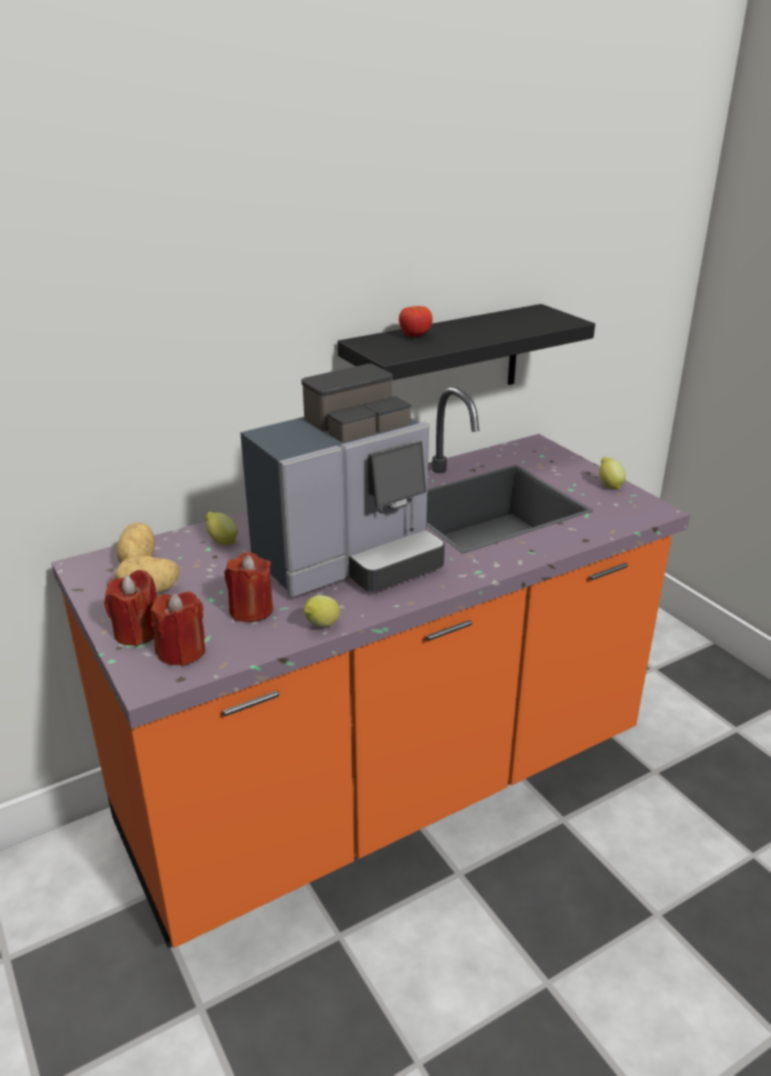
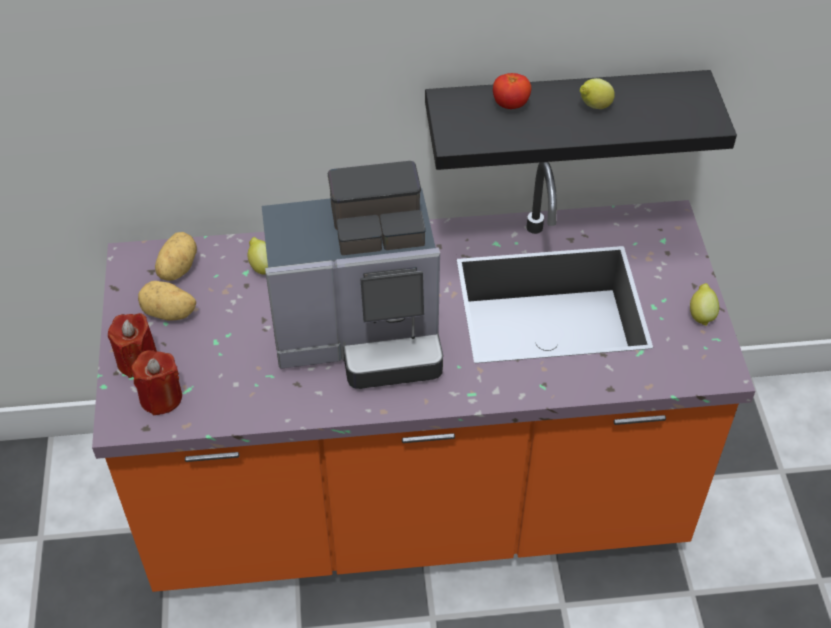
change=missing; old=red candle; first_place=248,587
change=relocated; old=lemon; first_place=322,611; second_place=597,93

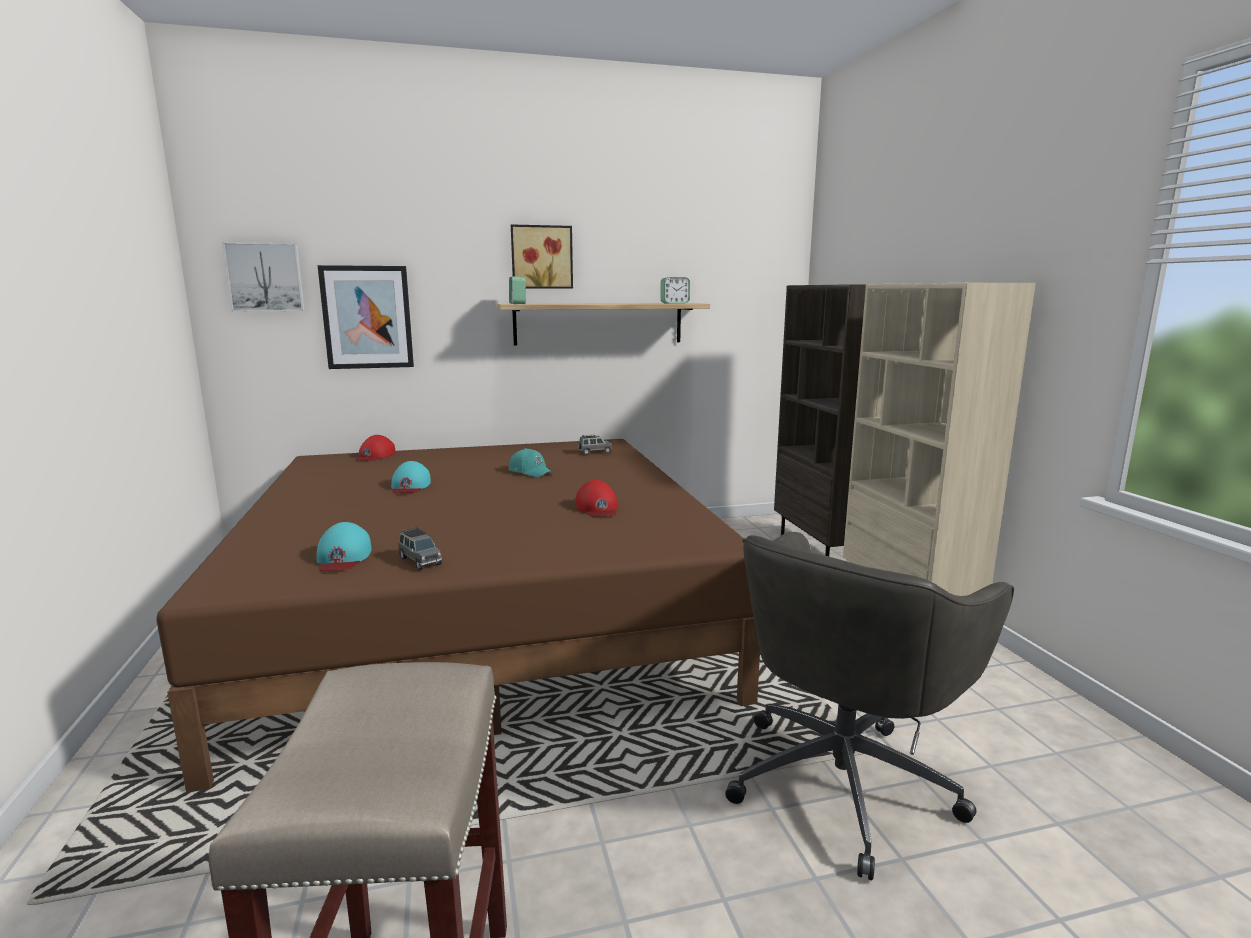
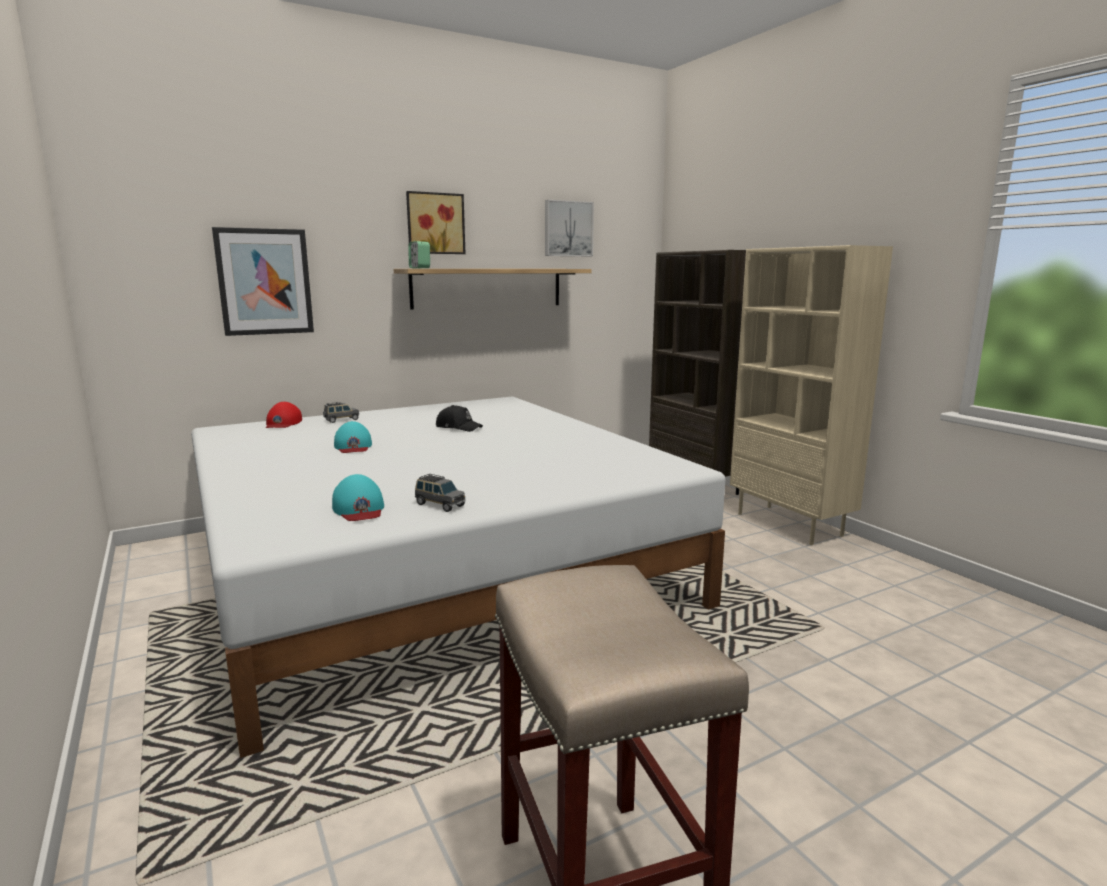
change=colour; old=brown bed; new=white bed; first_place=458,616; second_place=458,577
change=relocated; old=picture; first_place=263,276; second_place=569,228
change=colour; old=turquoise cap; new=black cap; first_place=531,463; second_place=459,418
change=missing; old=red cap; first_place=597,498
change=relocated; old=grey toy car; first_place=595,445; second_place=341,412
change=missing; old=alarm clock; first_place=675,290
change=missing; old=grey office chair; first_place=869,706

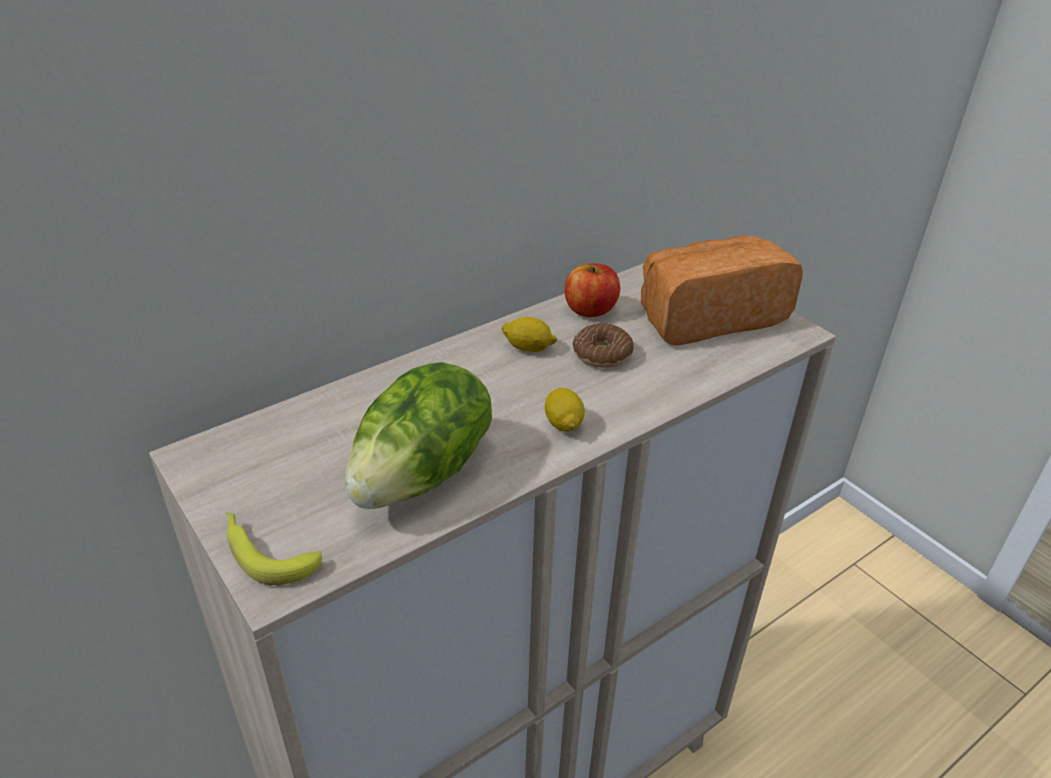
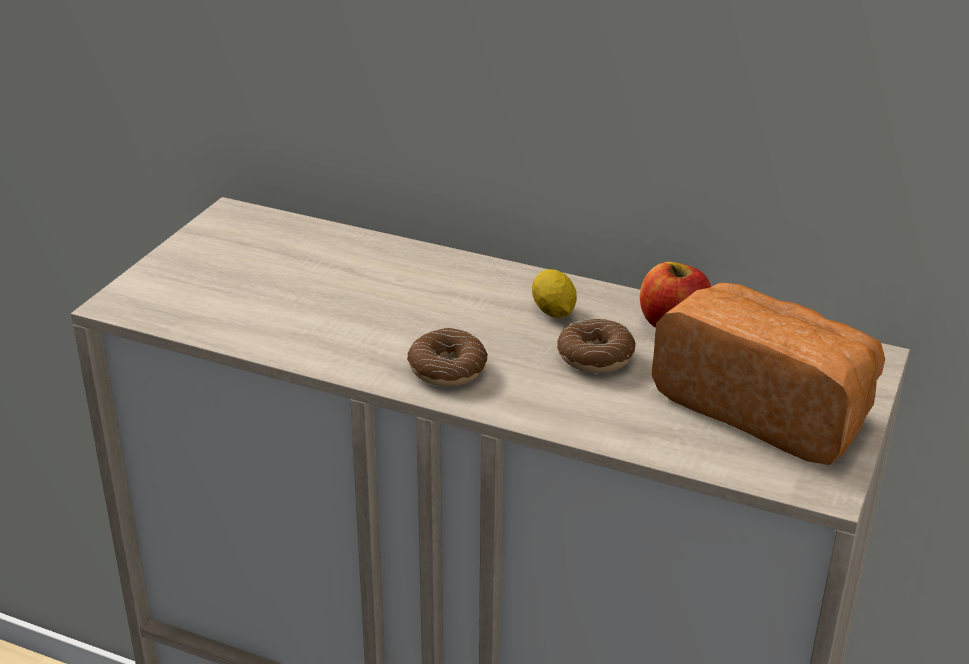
change=missing; old=banana; first_place=274,548
change=missing; old=lettuce; first_place=418,435
change=exchanged; old=lemon; new=donut; first_place=565,409; second_place=447,357

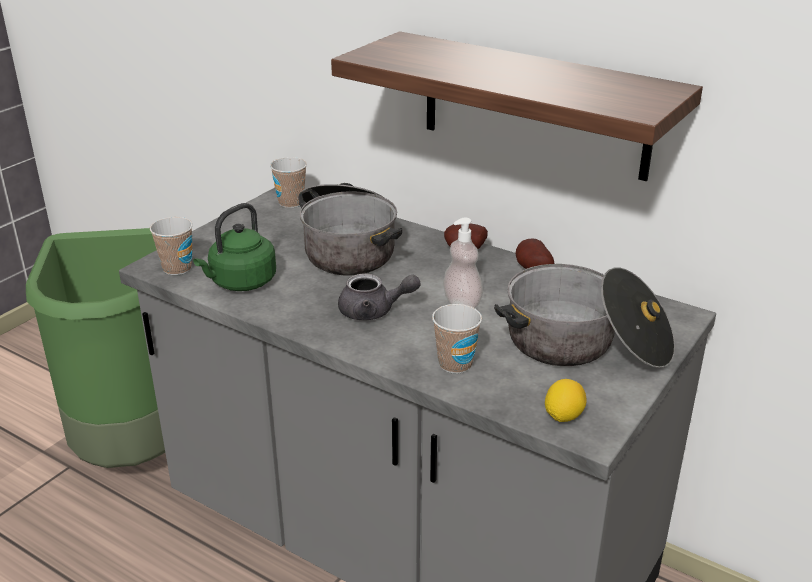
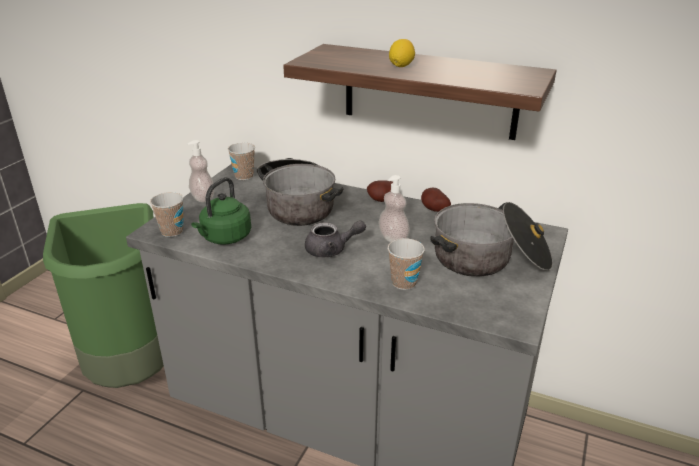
change=relocated; old=lemon; first_place=565,400; second_place=402,53
change=appeared; new=soap dispenser; second_place=201,171

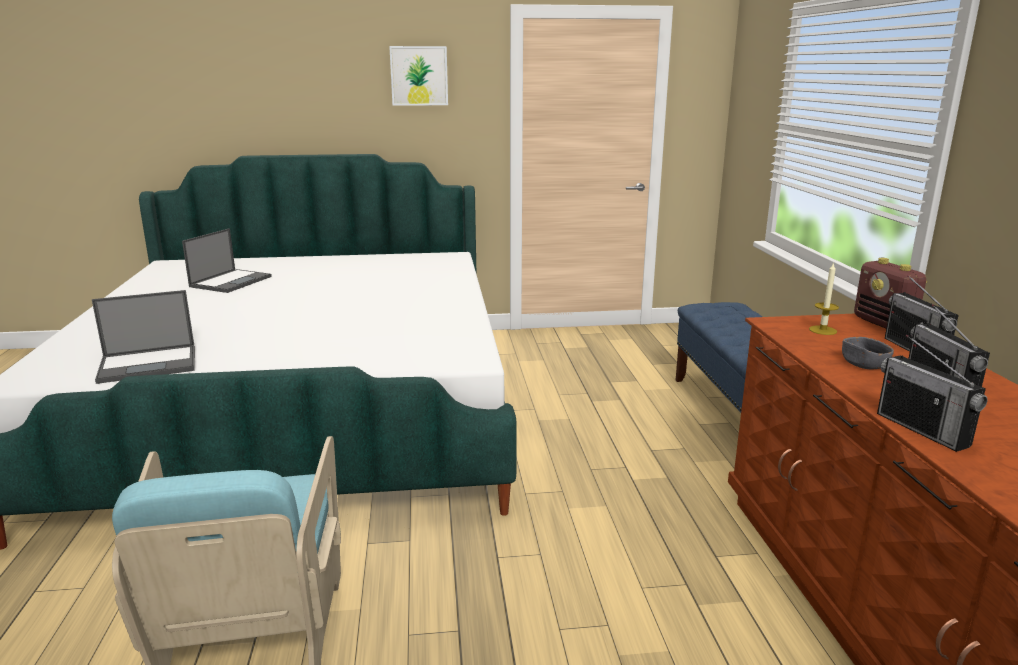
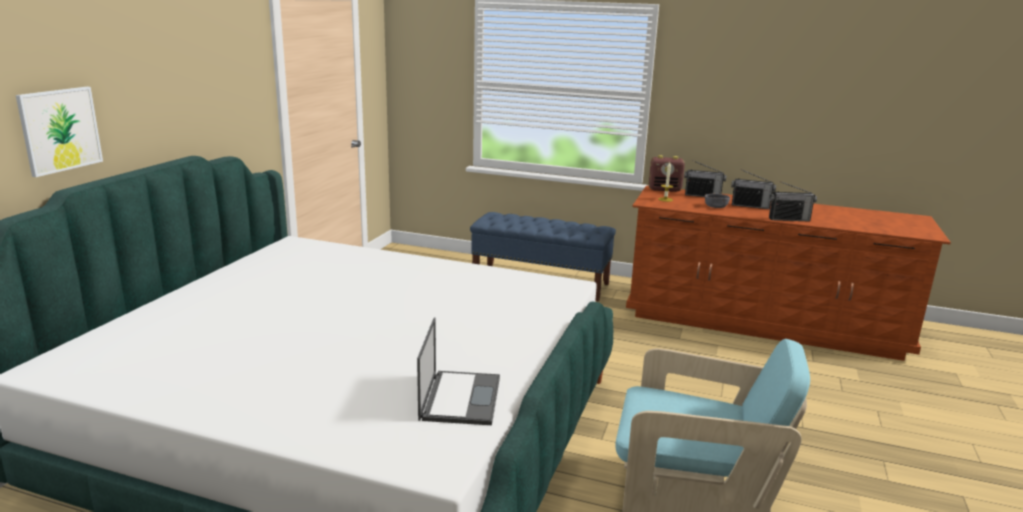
change=missing; old=laptop; first_place=227,260
change=relocated; old=picture; first_place=418,76; second_place=59,132

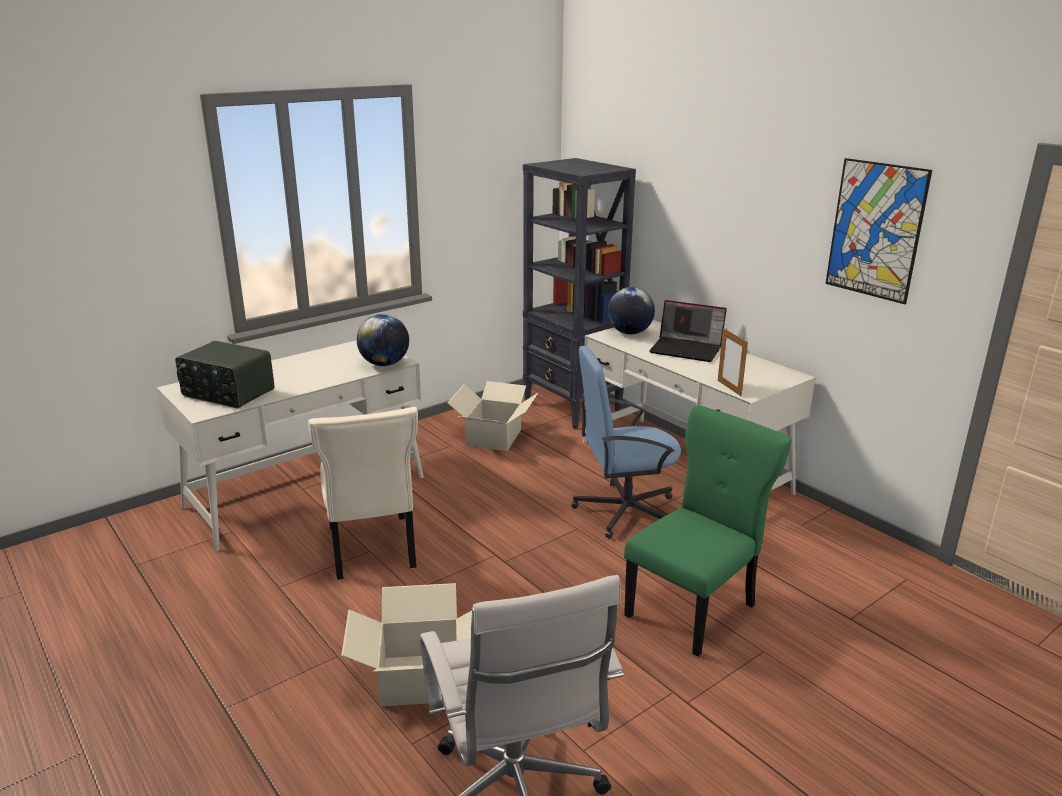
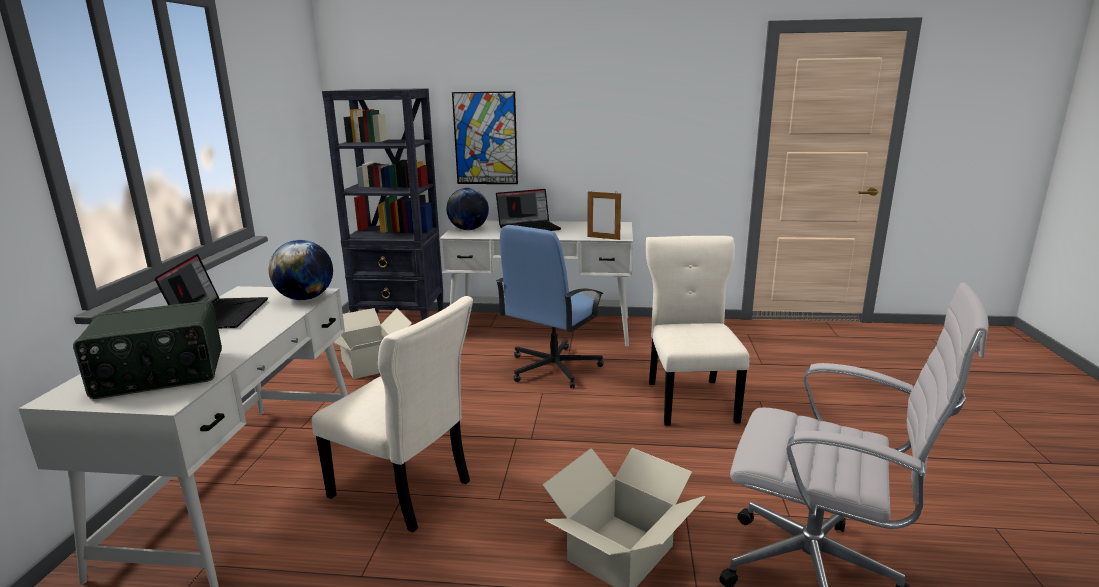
change=colour; old=green chair; new=beige chair; first_place=708,531; second_place=698,331
change=relocated; old=picture; first_place=878,231; second_place=485,137
change=appeared; new=laptop; second_place=211,291

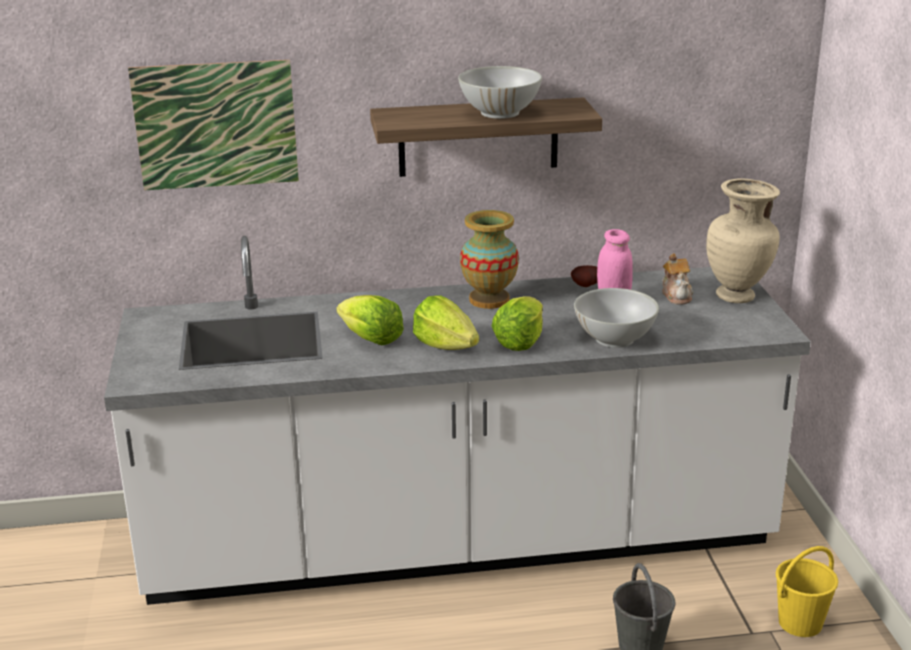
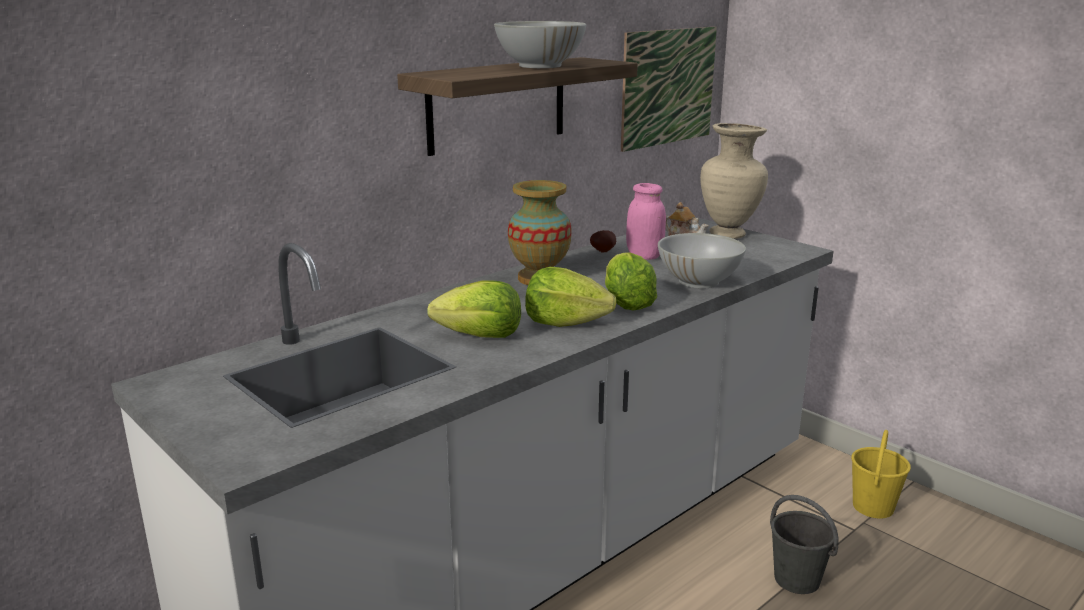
change=relocated; old=picture; first_place=213,125; second_place=669,89

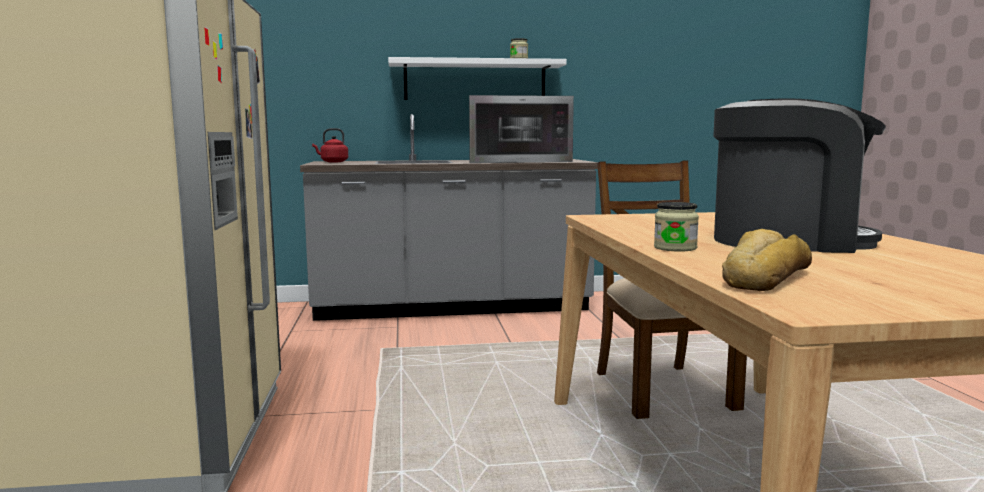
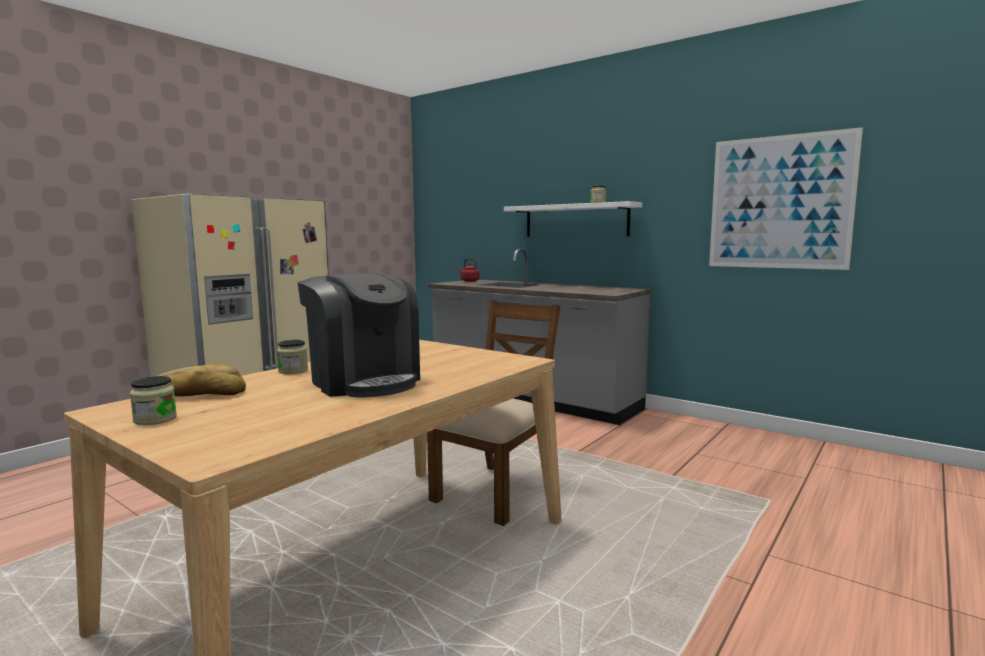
change=missing; old=microwave; first_place=521,129
change=appeared; new=jar; second_place=153,400
change=appeared; new=picture; second_place=786,198

